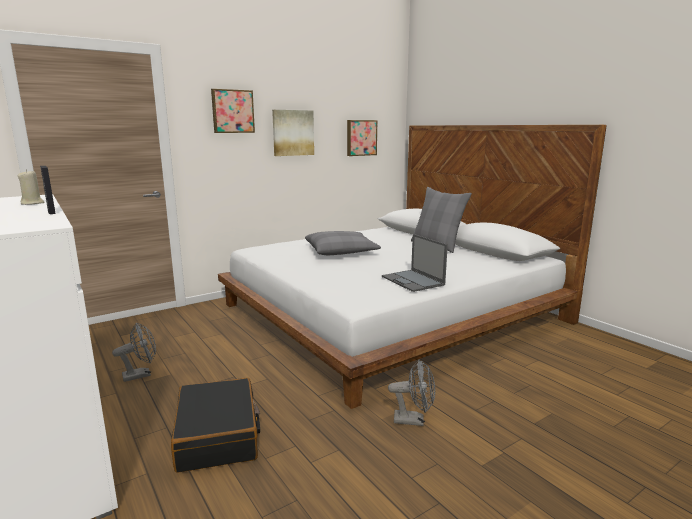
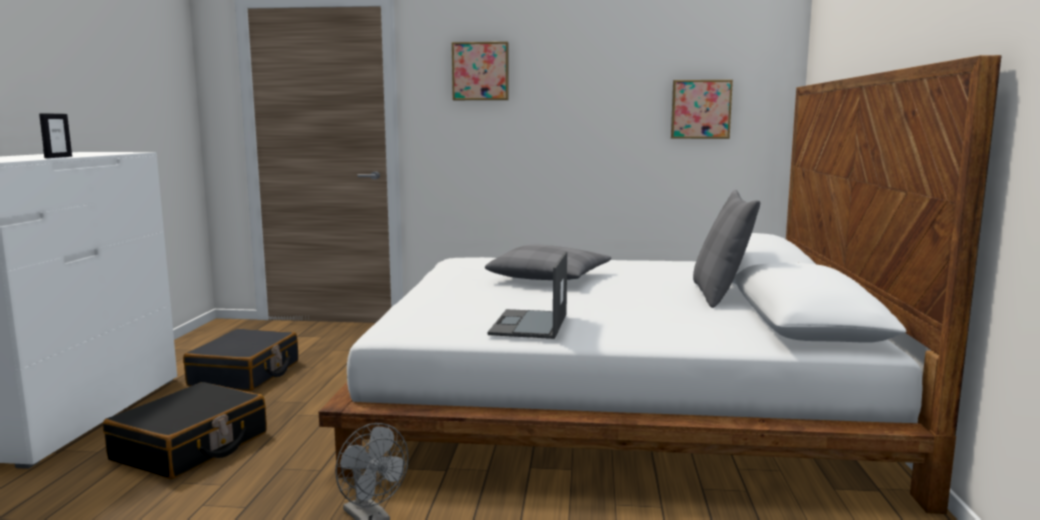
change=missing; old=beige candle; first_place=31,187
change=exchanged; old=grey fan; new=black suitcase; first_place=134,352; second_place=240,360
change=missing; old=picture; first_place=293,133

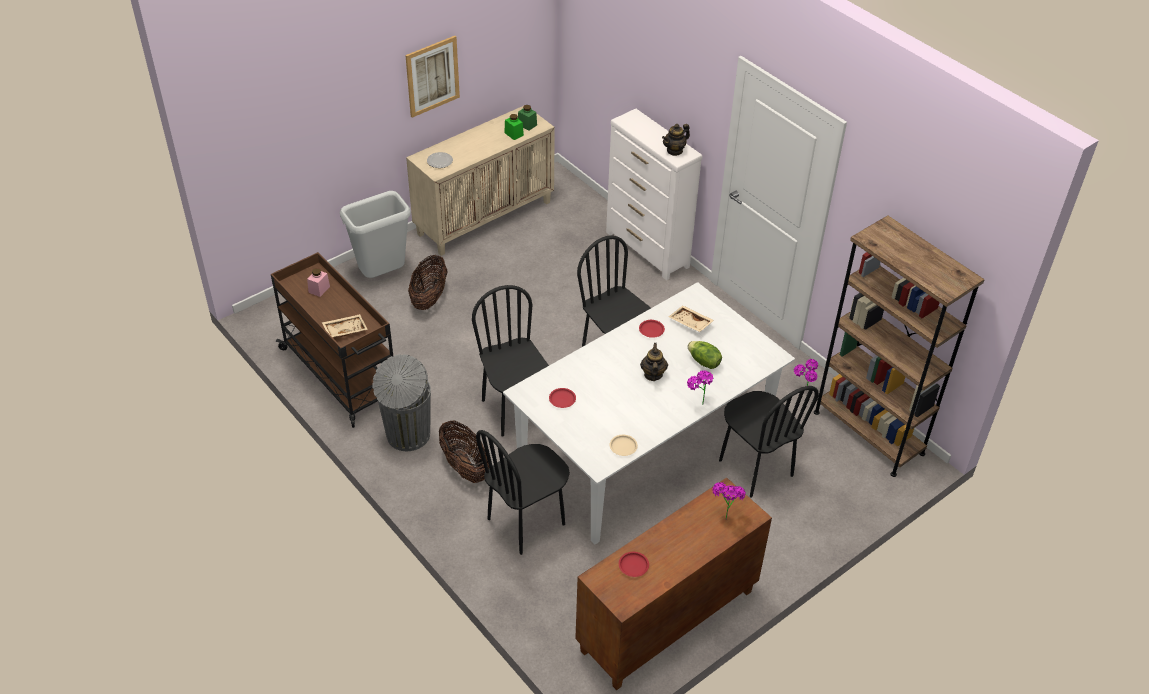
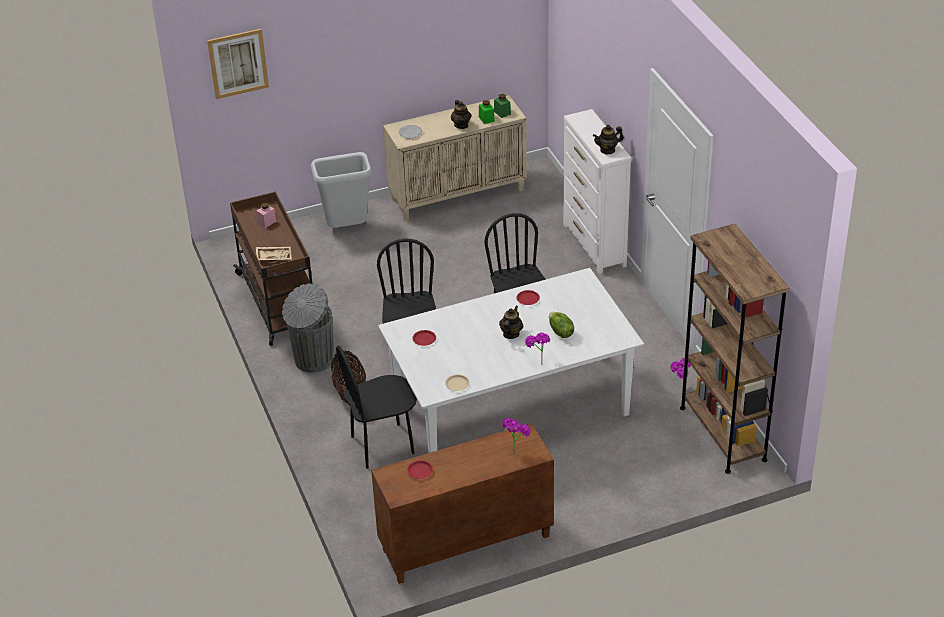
change=relocated; old=picture; first_place=432,77; second_place=238,64
change=missing; old=basket; first_place=428,282
change=missing; old=beige tray; first_place=691,319
change=missing; old=black chair; first_place=769,442
change=appeared; new=teapot; second_place=461,114

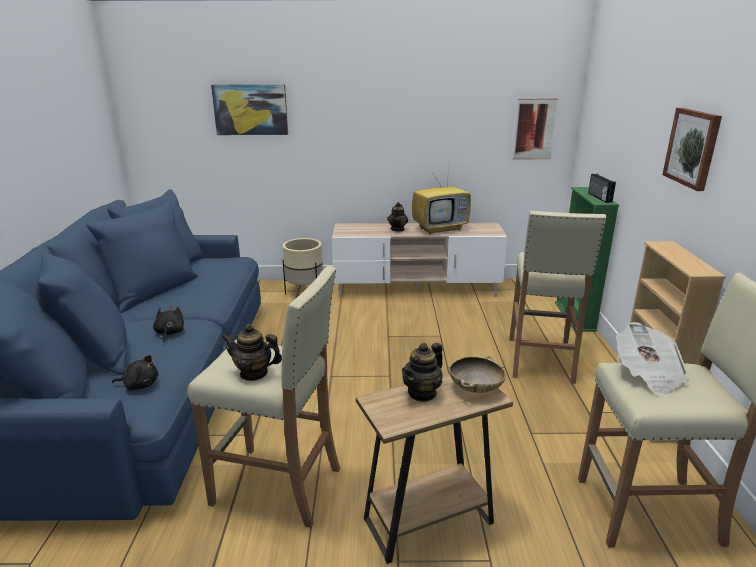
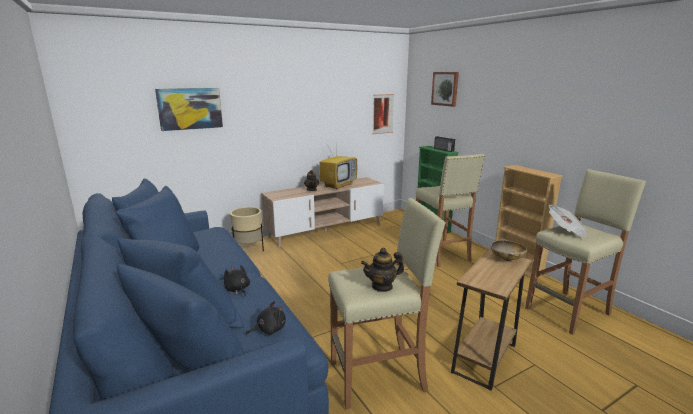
change=missing; old=teapot; first_place=422,372
change=relocated; old=picture; first_place=692,149; second_place=445,89

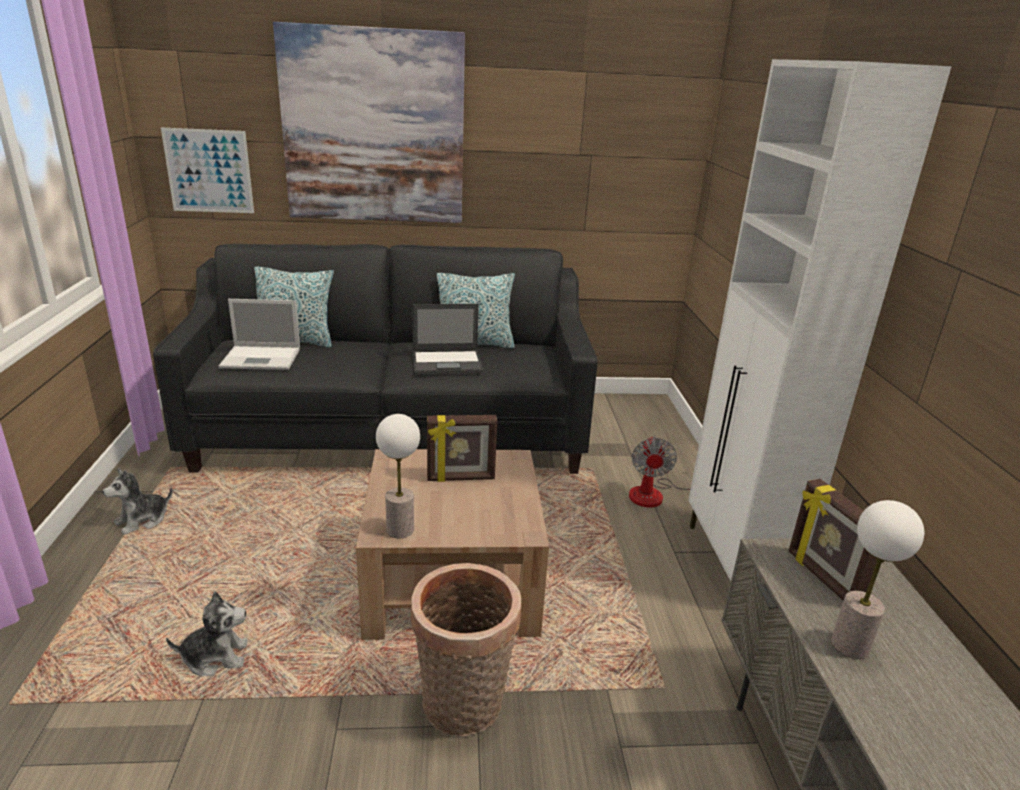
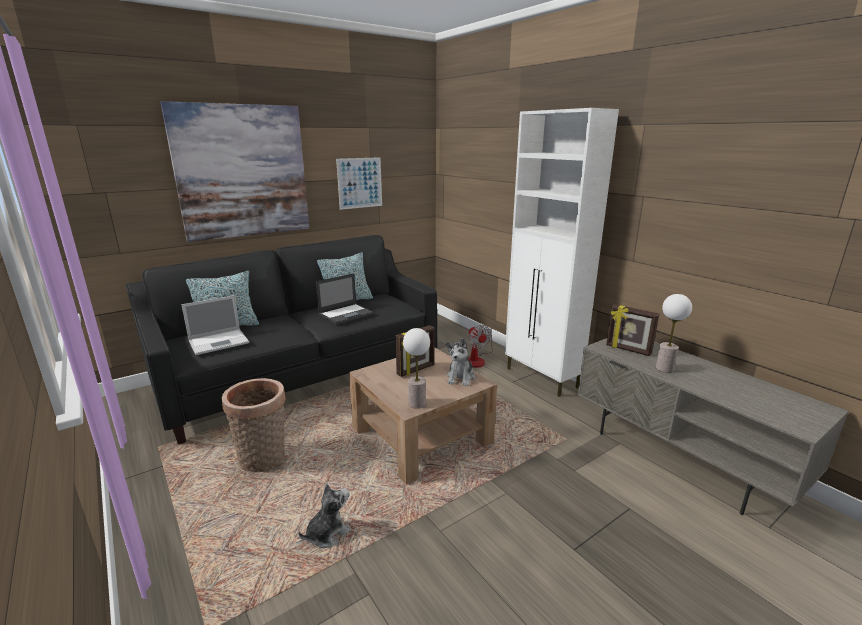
change=relocated; old=plush toy; first_place=137,501; second_place=460,362
change=relocated; old=picture; first_place=207,170; second_place=359,183
change=relocated; old=basket; first_place=466,649; second_place=254,425

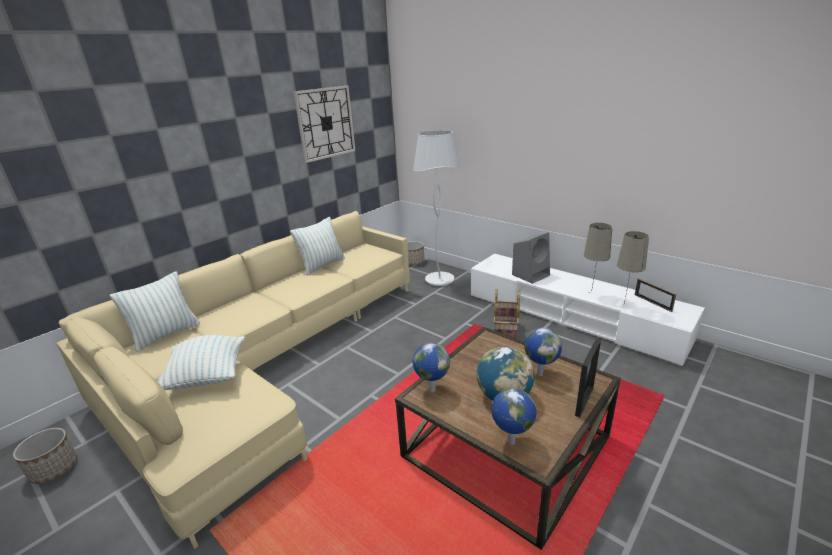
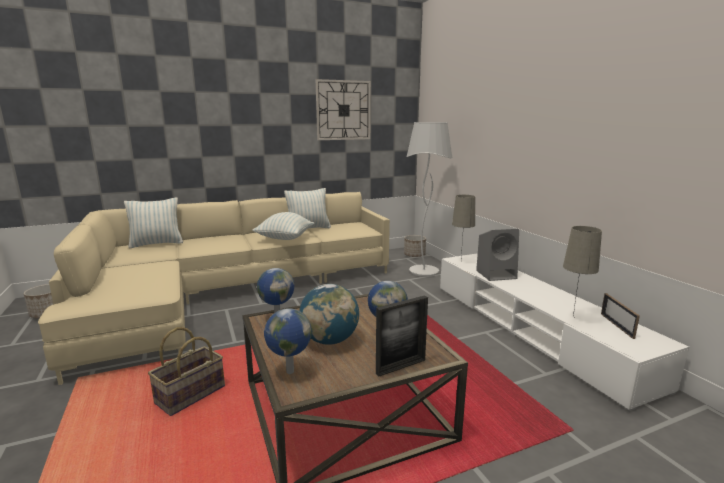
change=relocated; old=pillow; first_place=201,362; second_place=283,226
change=relocated; old=basket; first_place=506,314; second_place=186,371
change=relocated; old=beige table lamp; first_place=598,257; second_place=463,225

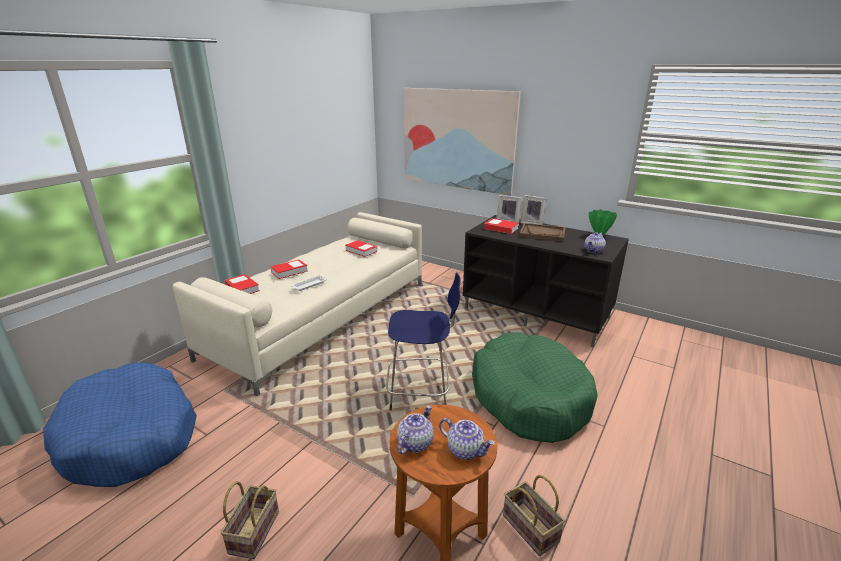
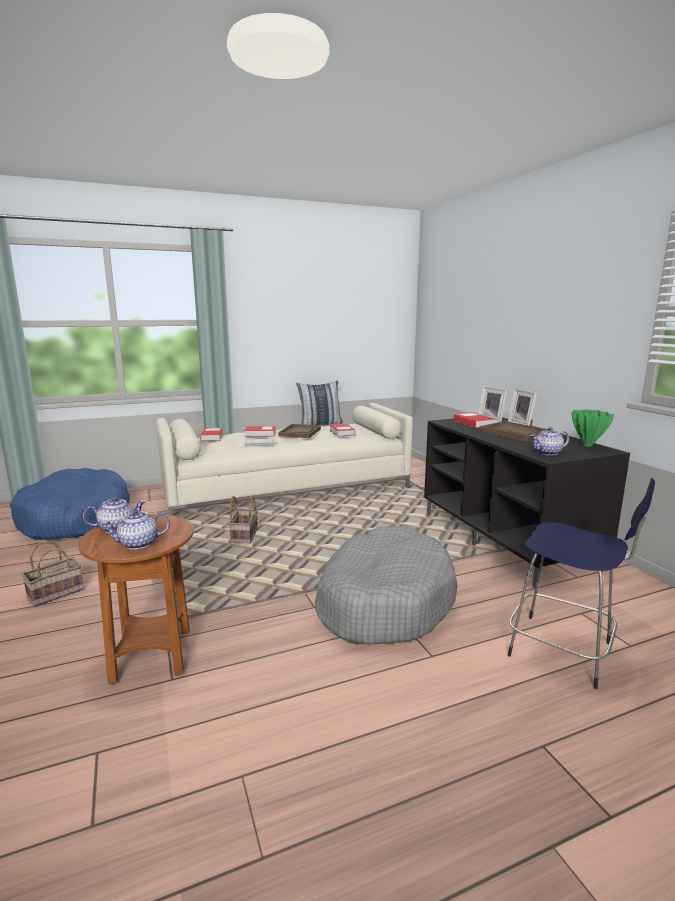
change=relocated; old=blue stool; first_place=423,341; second_place=581,583
change=missing; old=picture; first_place=462,141
change=spun; old=teapot; first_place=467,439; second_place=136,529; degrees=90
change=colour; old=green dog bed; new=grey dog bed; first_place=535,387; second_place=386,585
change=relocated; old=basket; first_place=534,515; second_place=243,519
change=appeared; new=brown tray; second_place=299,431
change=appeared; new=pillow; second_place=319,403

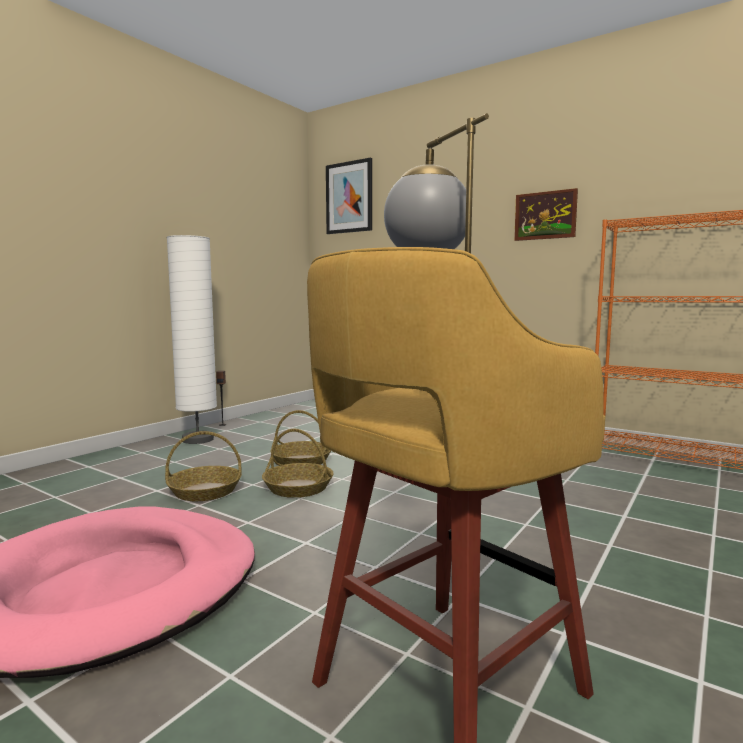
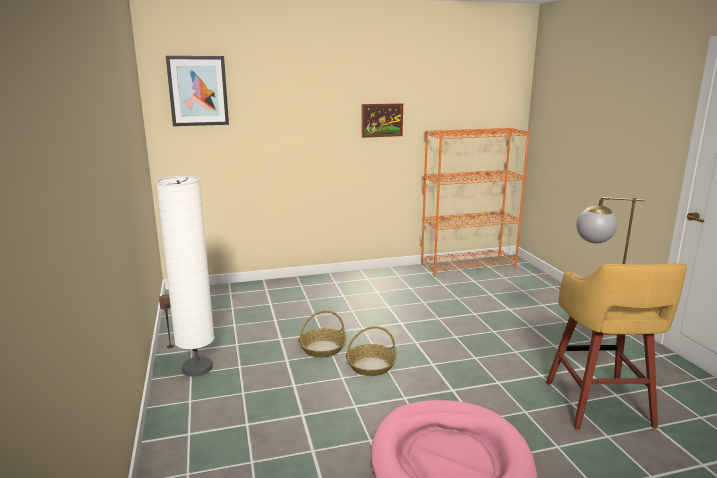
change=missing; old=basket; first_place=203,466

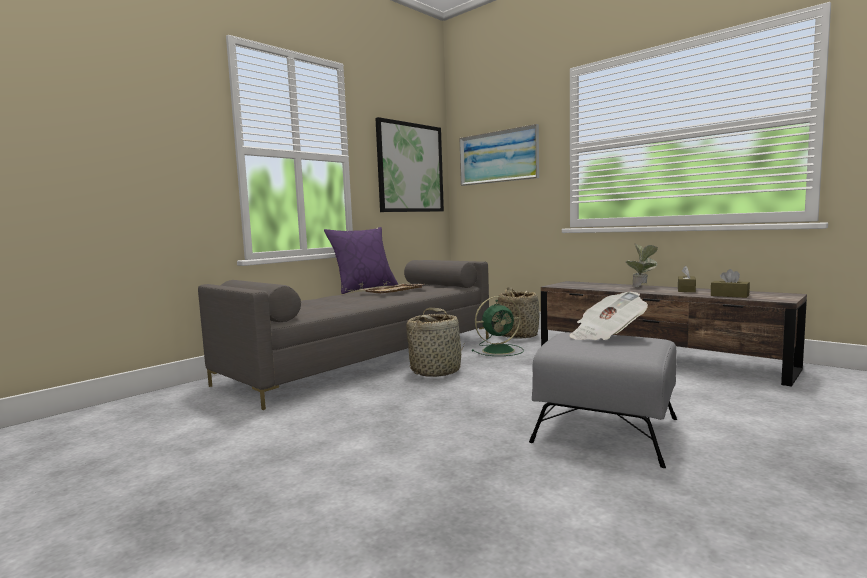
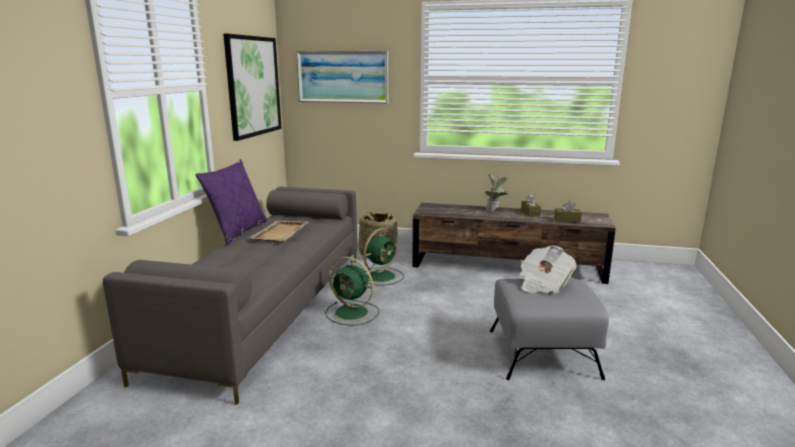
change=exchanged; old=basket; new=green fan; first_place=435,342; second_place=352,291

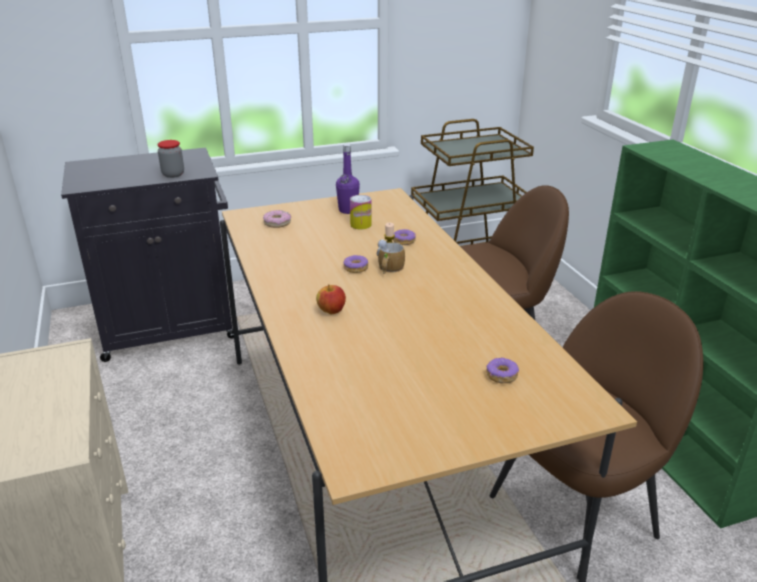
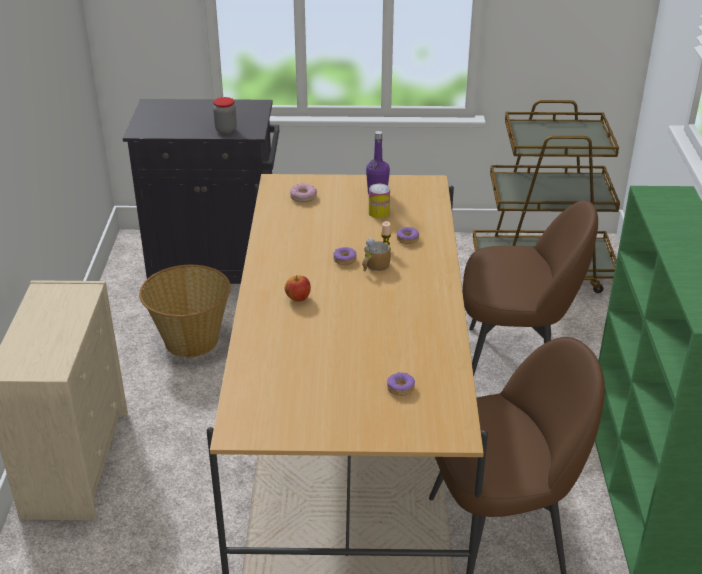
change=appeared; new=basket; second_place=185,311

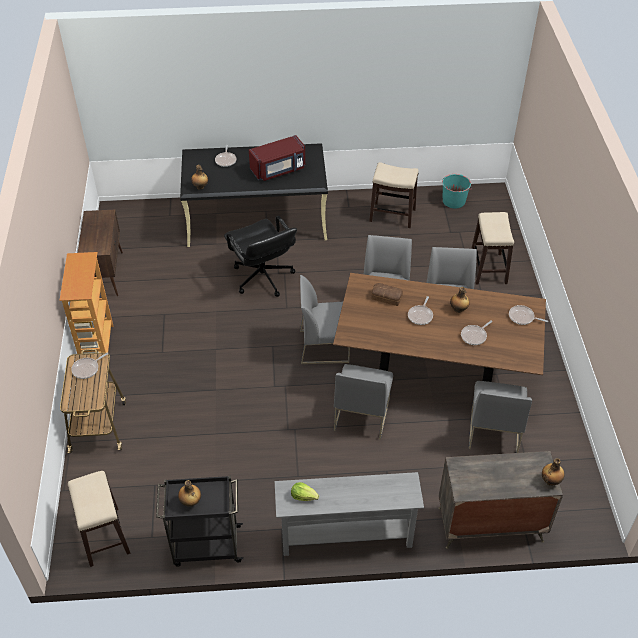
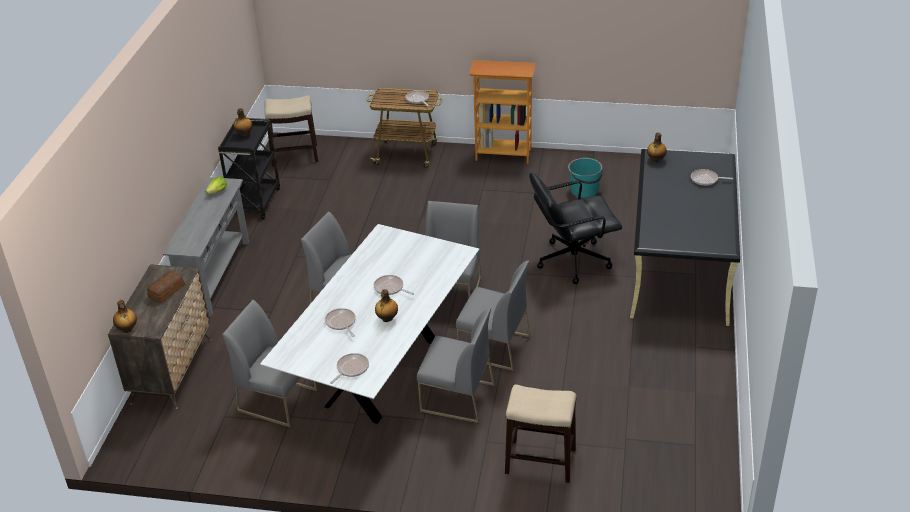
change=missing; old=brown cabinet; first_place=100,253
change=missing; old=red microwave; first_place=277,158
change=colour; old=brown dining table; new=white dining table; first_place=439,327; second_place=370,324
change=missing; old=stool; first_place=394,195
change=relocated; old=bread; first_place=387,294; second_place=166,287
change=relocated; old=turquoise bucket; first_place=457,191; second_place=585,178

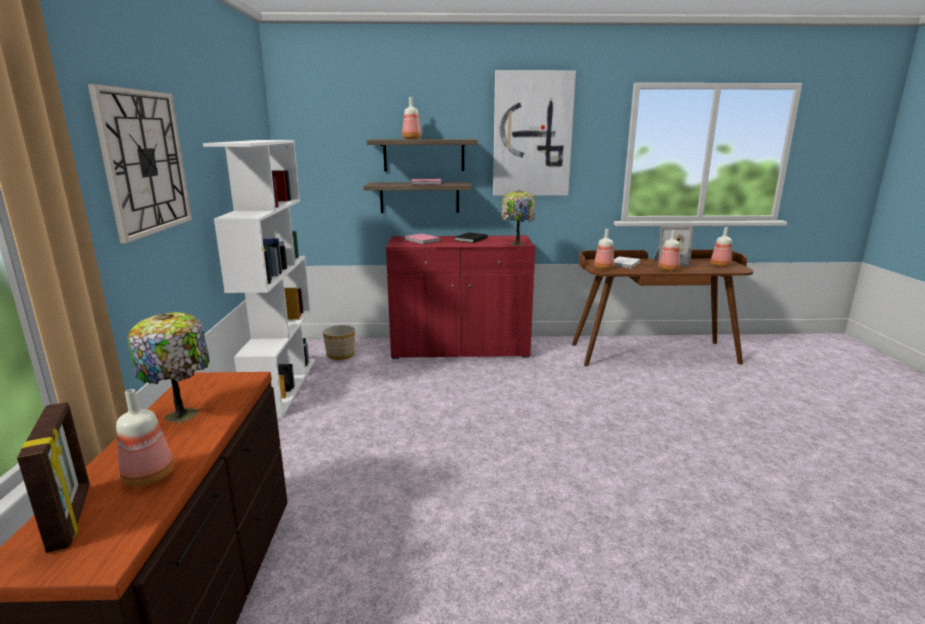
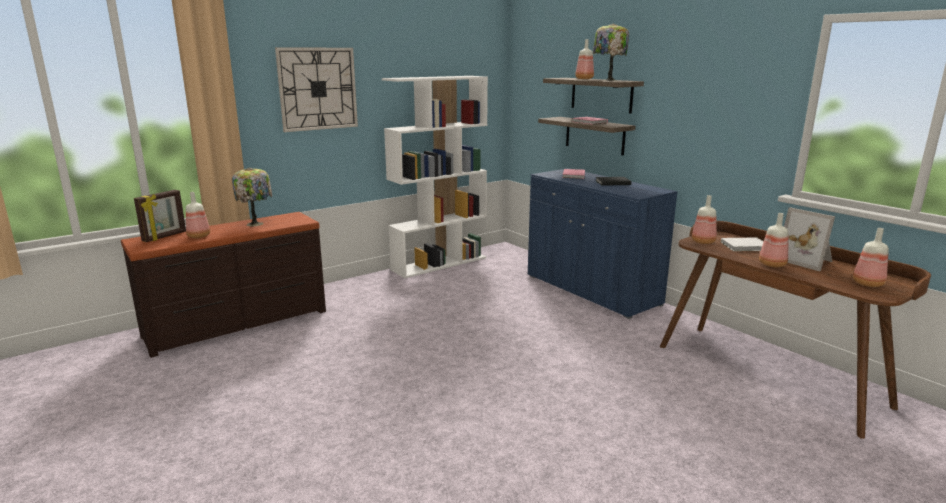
change=missing; old=planter; first_place=339,342
change=colour; old=red cabinet; new=blue cabinet; first_place=460,297; second_place=603,243
change=missing; old=picture; first_place=534,133
change=relocated; old=table lamp; first_place=518,218; second_place=611,52

